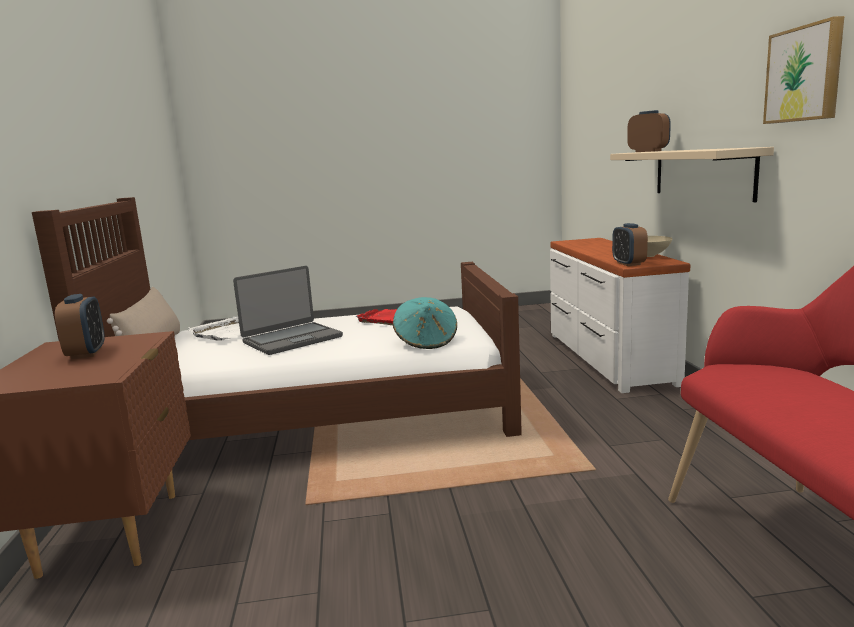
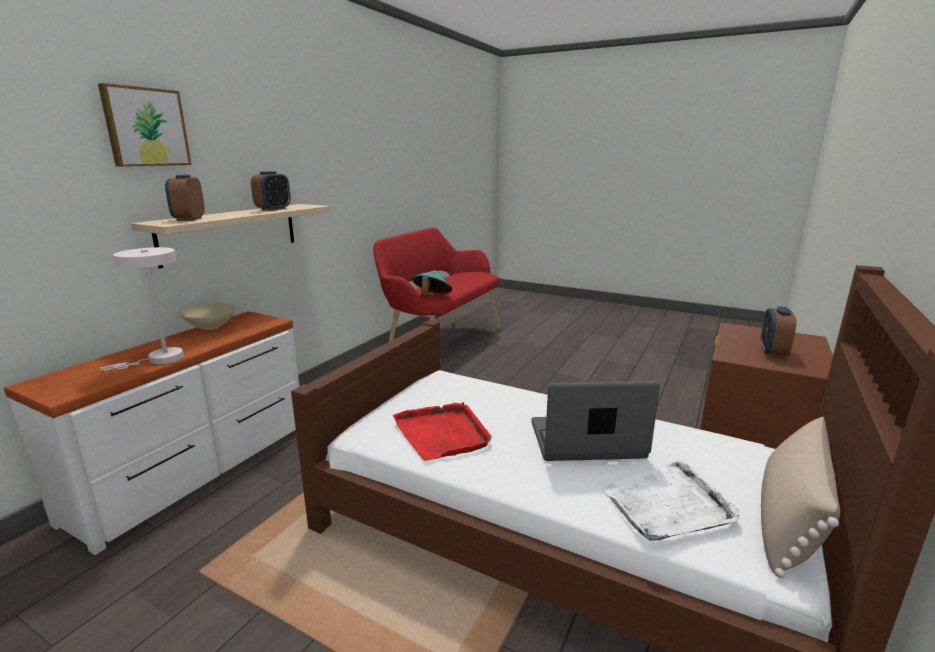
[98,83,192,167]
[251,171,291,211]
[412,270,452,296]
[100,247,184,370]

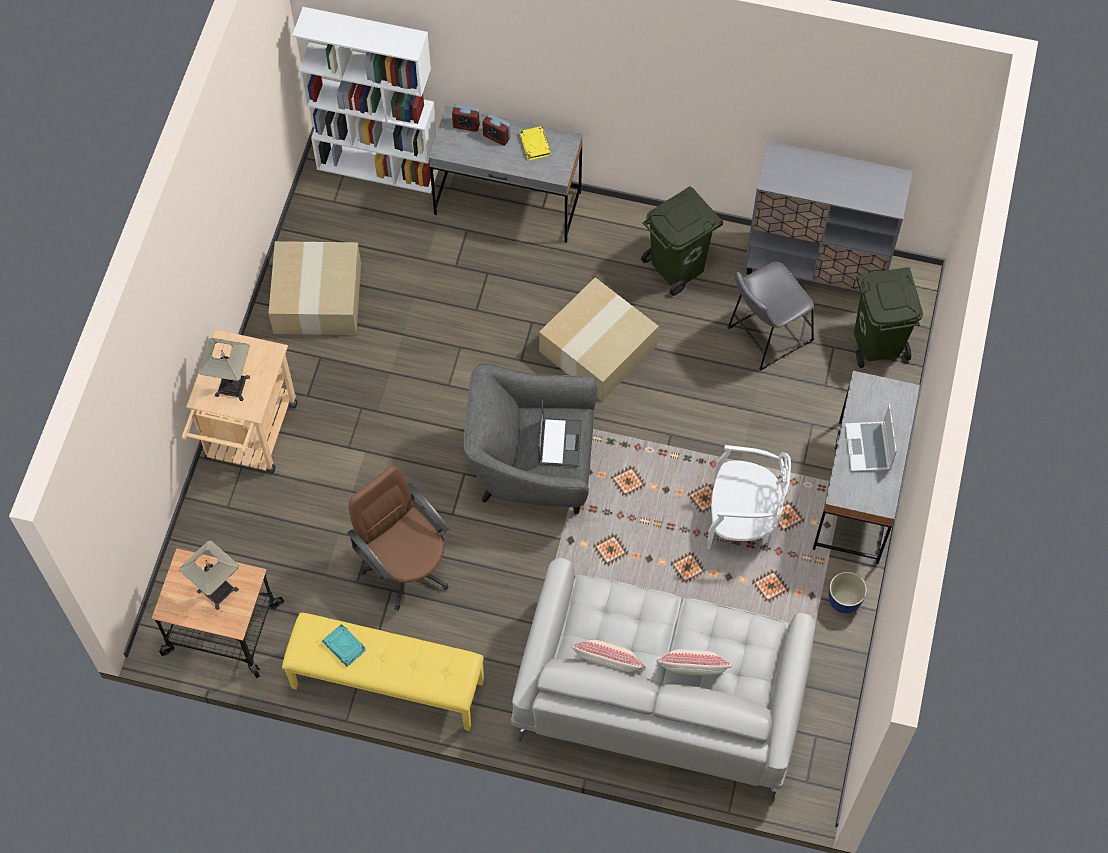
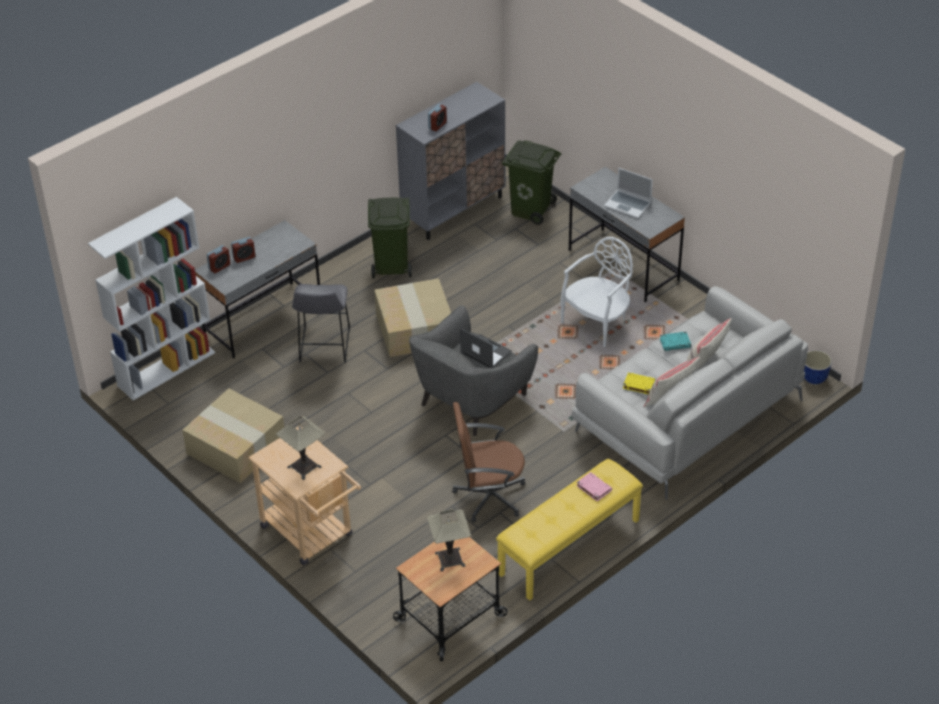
[623,372,655,394]
[292,284,350,363]
[804,350,832,384]
[660,332,691,351]
[428,104,447,132]
[576,472,612,502]

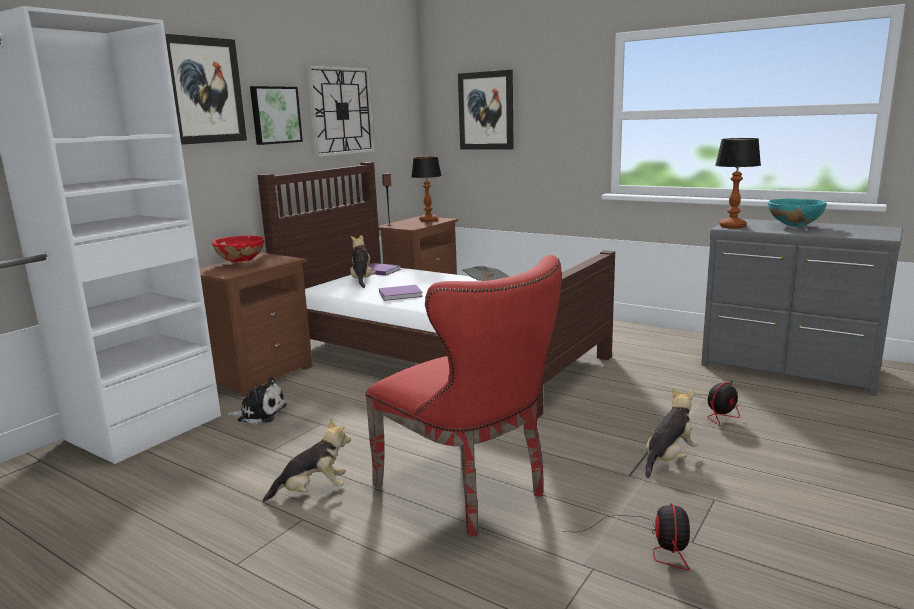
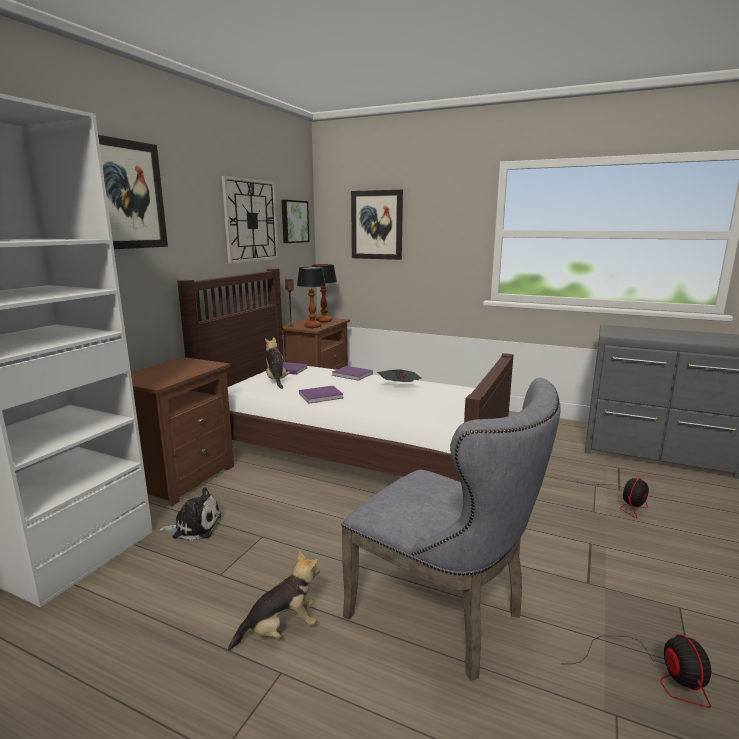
[282,200,309,243]
[297,267,326,328]
[768,198,827,227] (first image)
[212,235,264,263] (first image)
[341,378,561,681]
[646,388,697,478] (first image)
[332,366,373,381]

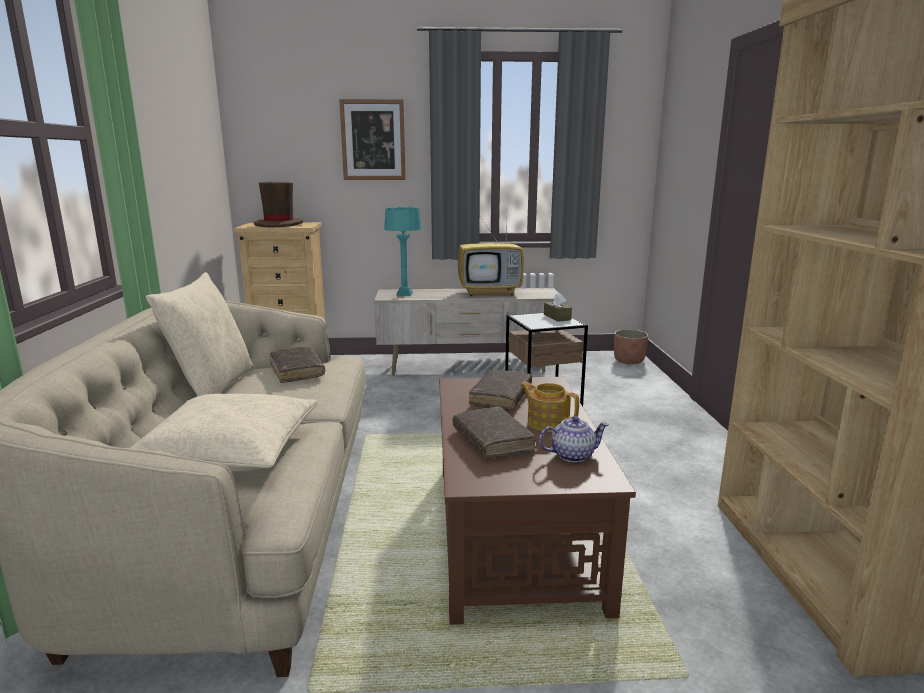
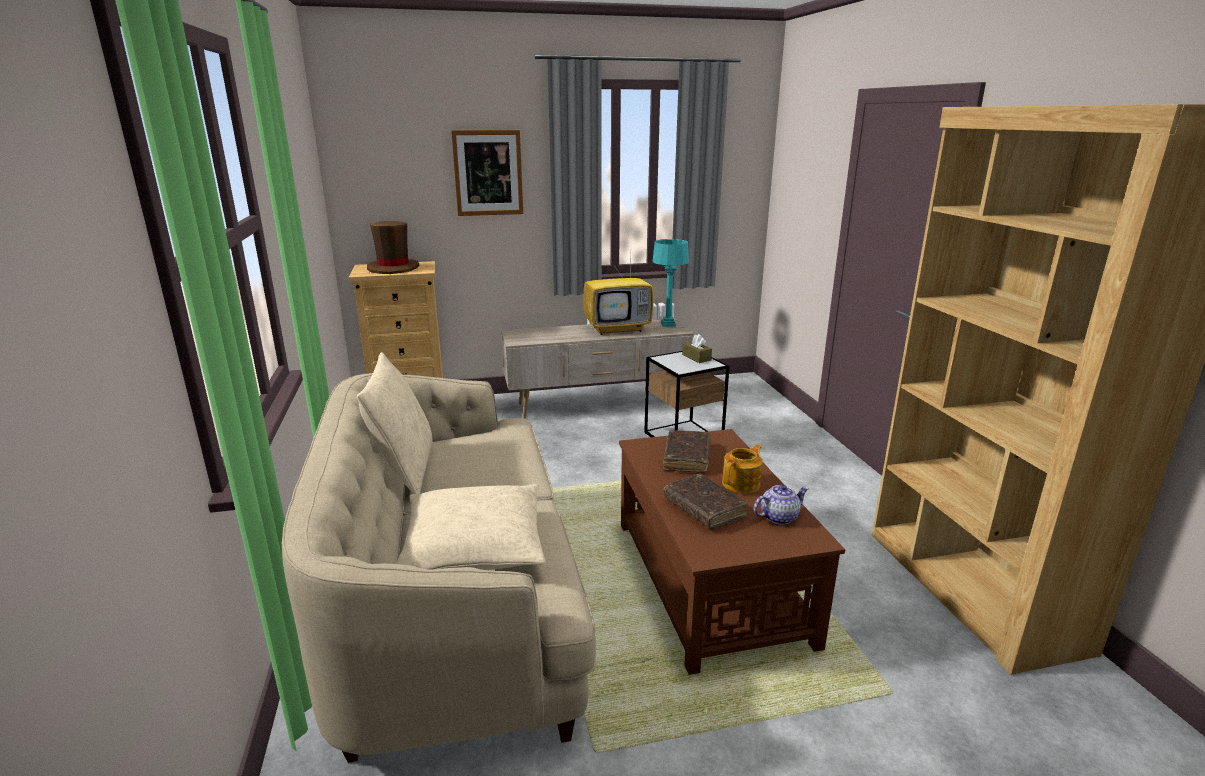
[653,239,689,327]
[614,330,648,364] (first image)
[270,347,325,383] (first image)
[722,445,763,493]

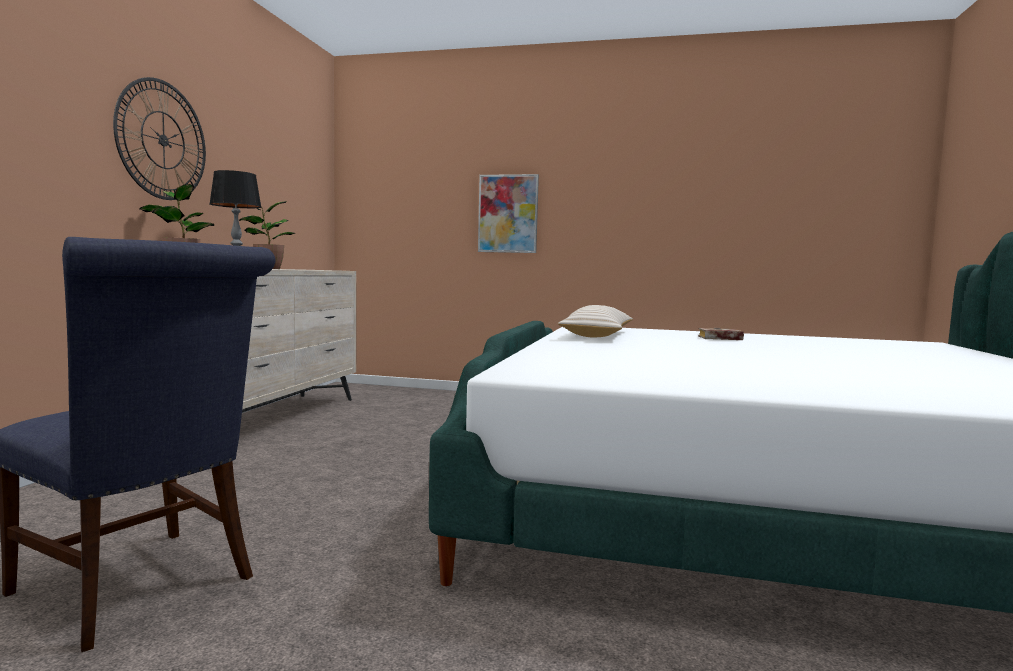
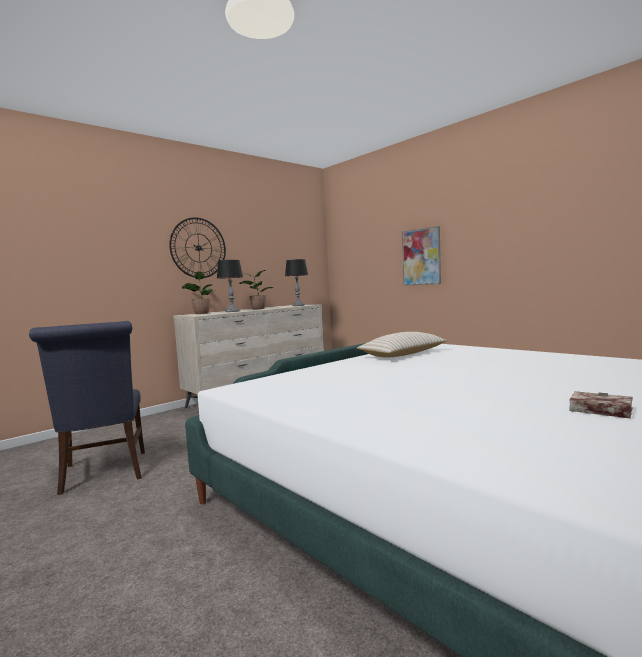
[569,391,633,419]
[285,259,308,306]

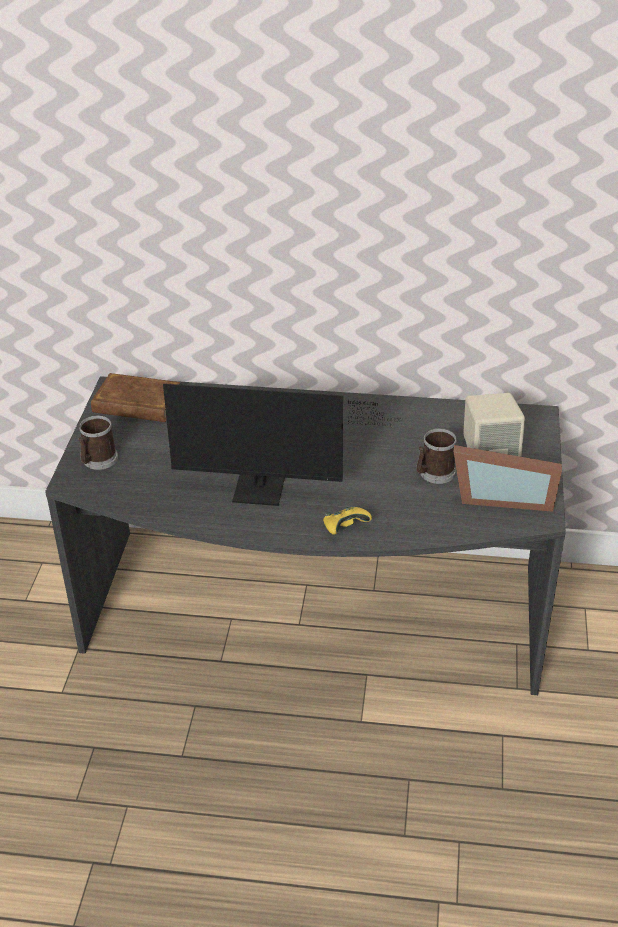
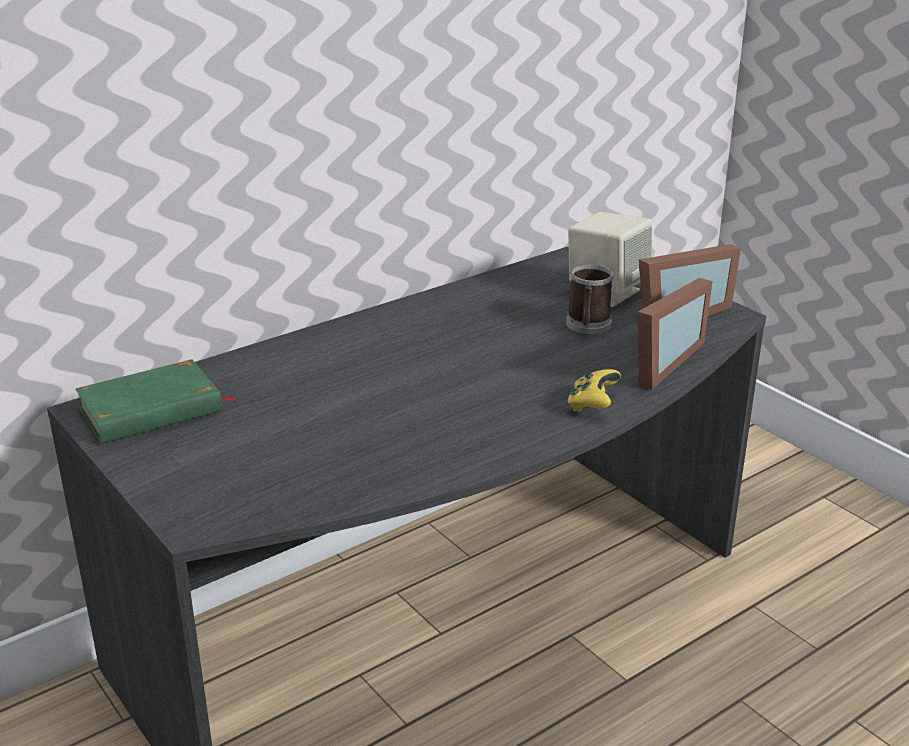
[76,359,236,444]
[163,384,403,506] (first image)
[79,416,118,470] (first image)
[637,278,712,390]

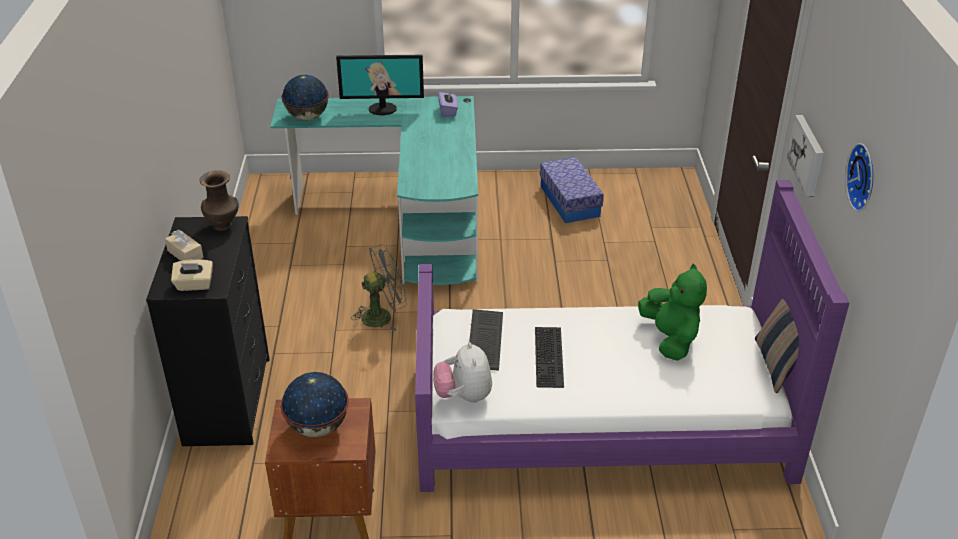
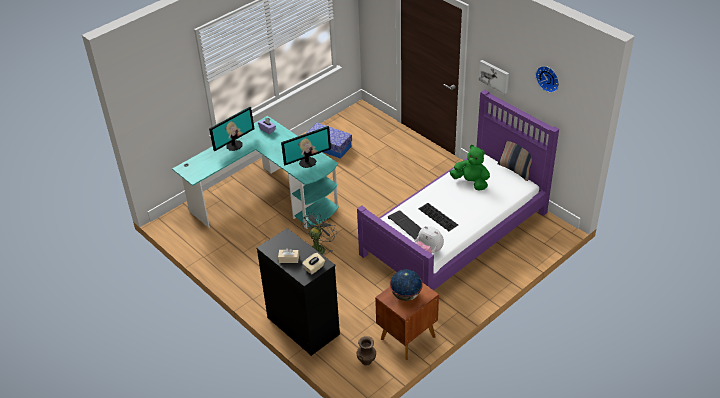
[281,75,329,120] (first image)
[357,336,376,366]
[281,126,331,168]

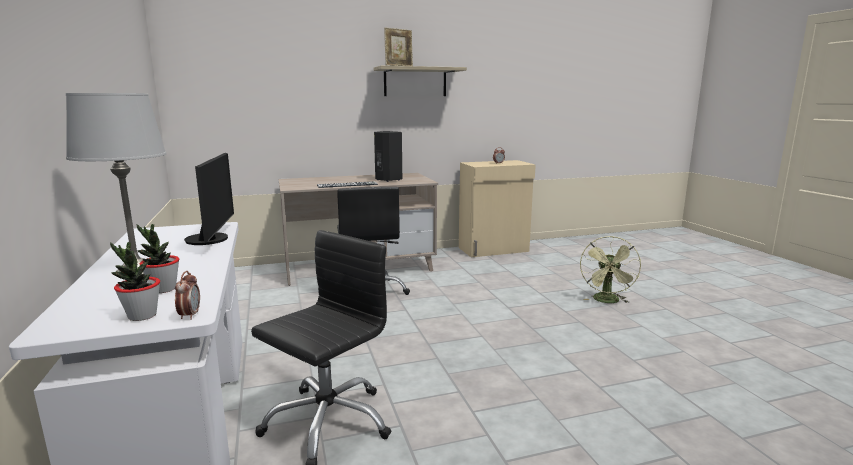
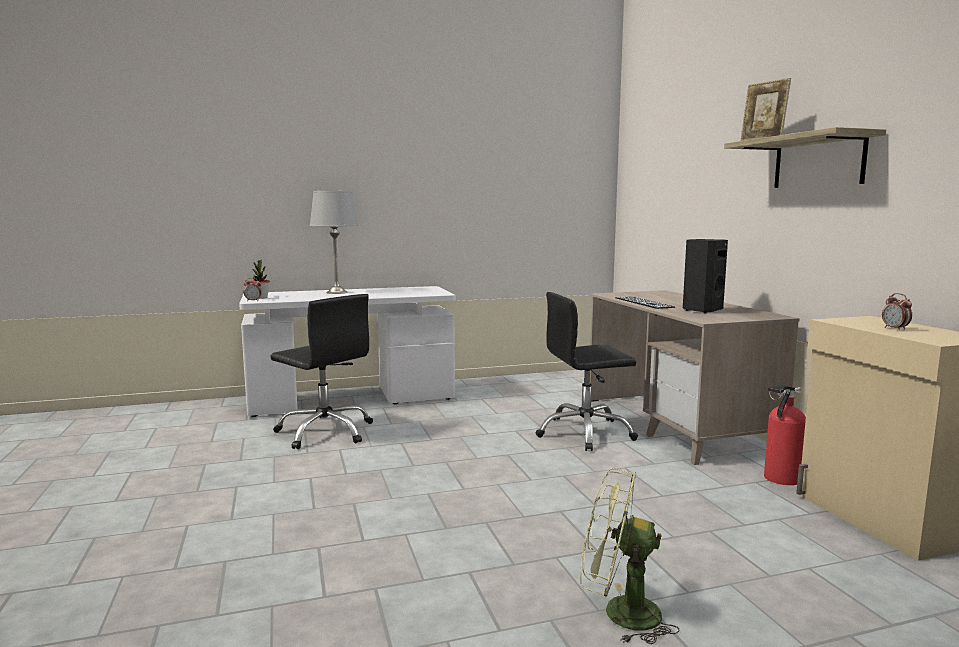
[184,153,234,245] (first image)
[137,224,179,293] (first image)
[764,385,806,485]

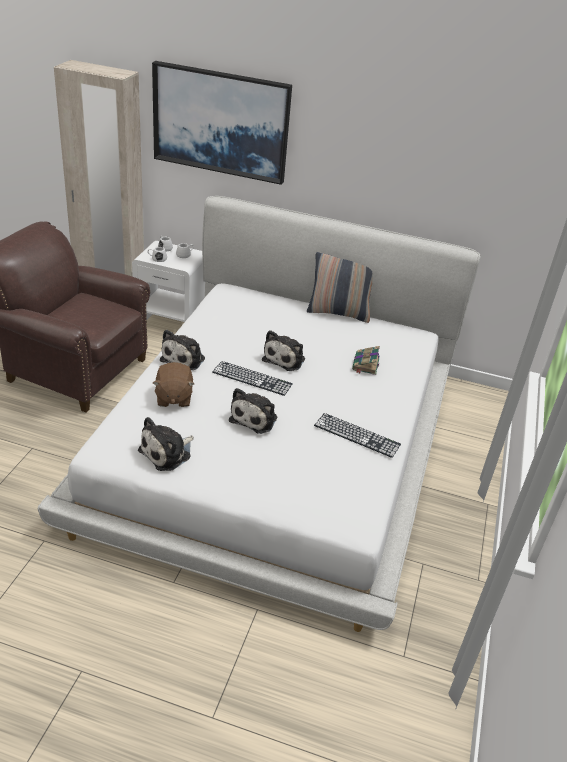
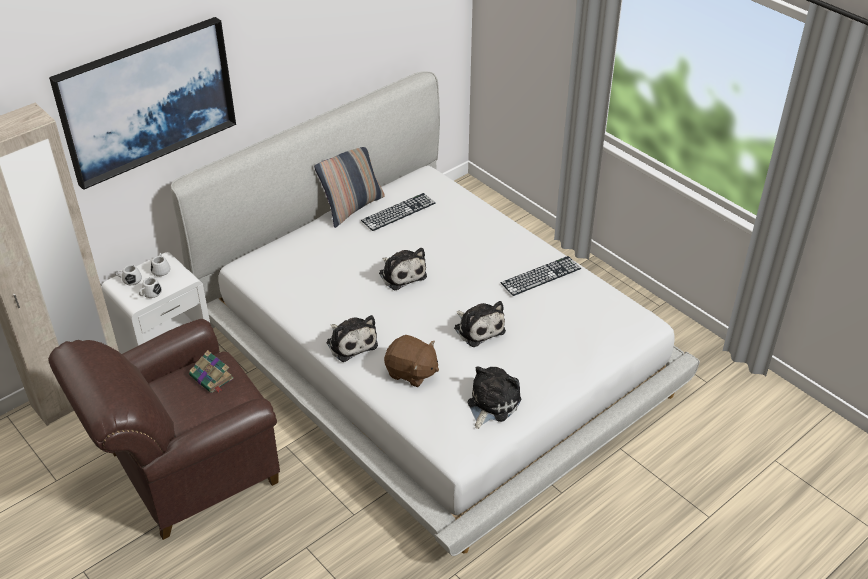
[189,350,234,393]
[361,193,436,231]
[467,366,521,429]

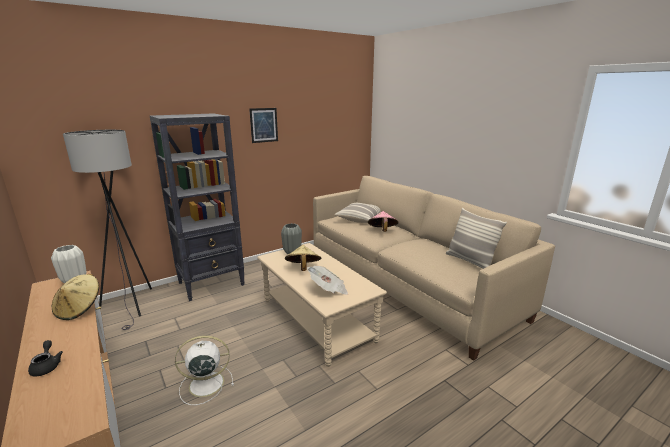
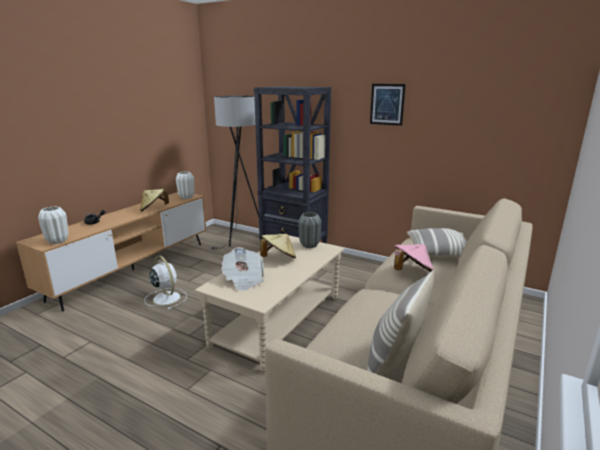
[38,206,69,244]

